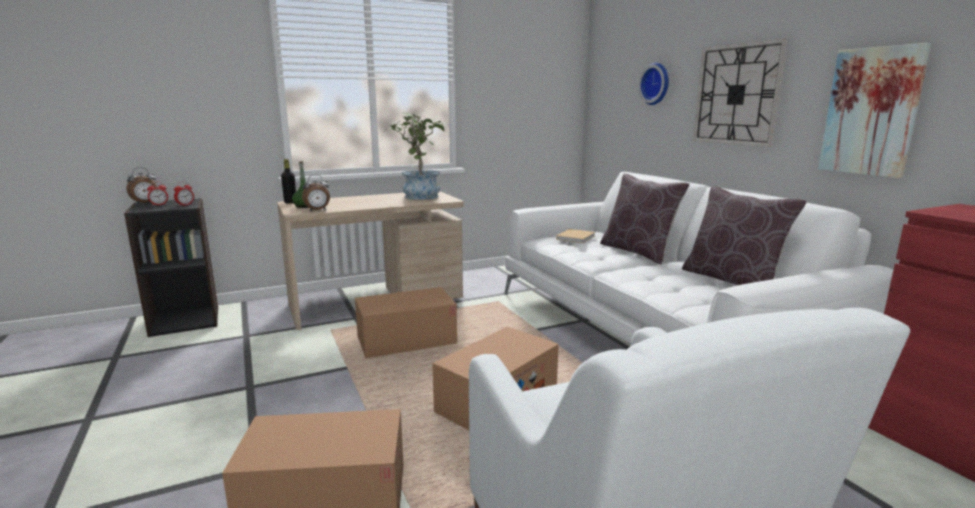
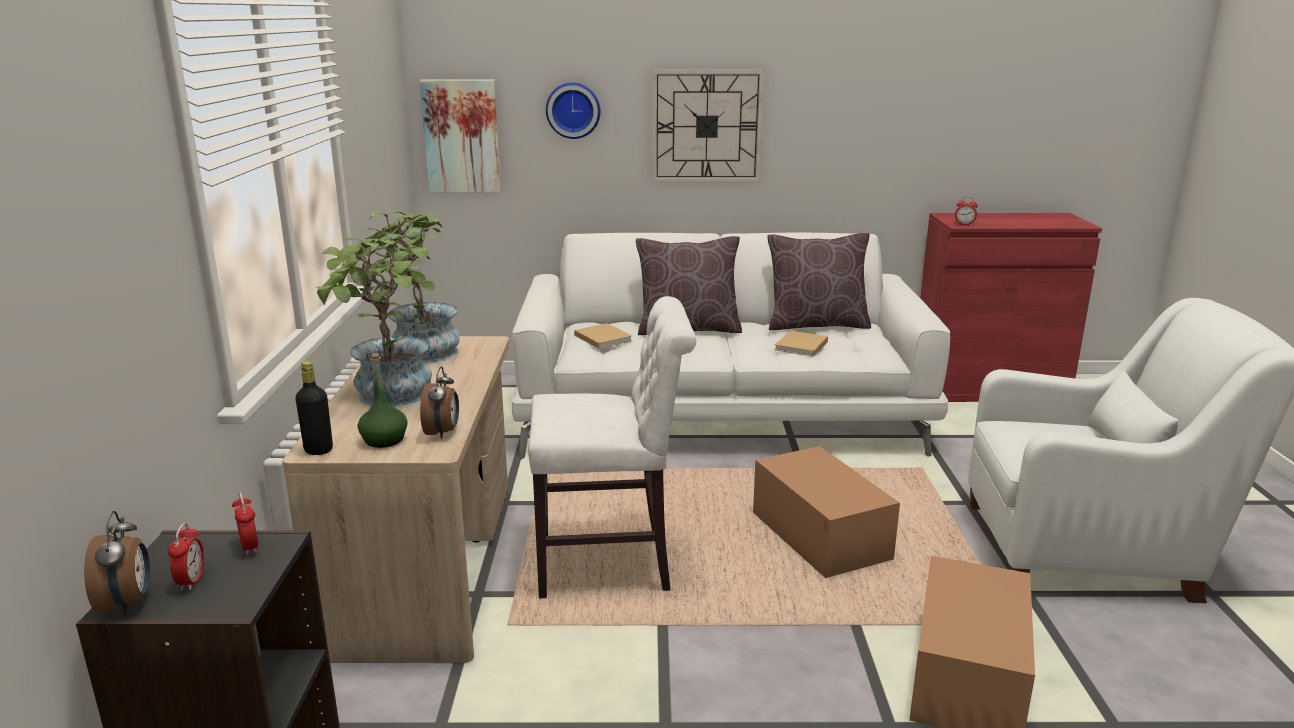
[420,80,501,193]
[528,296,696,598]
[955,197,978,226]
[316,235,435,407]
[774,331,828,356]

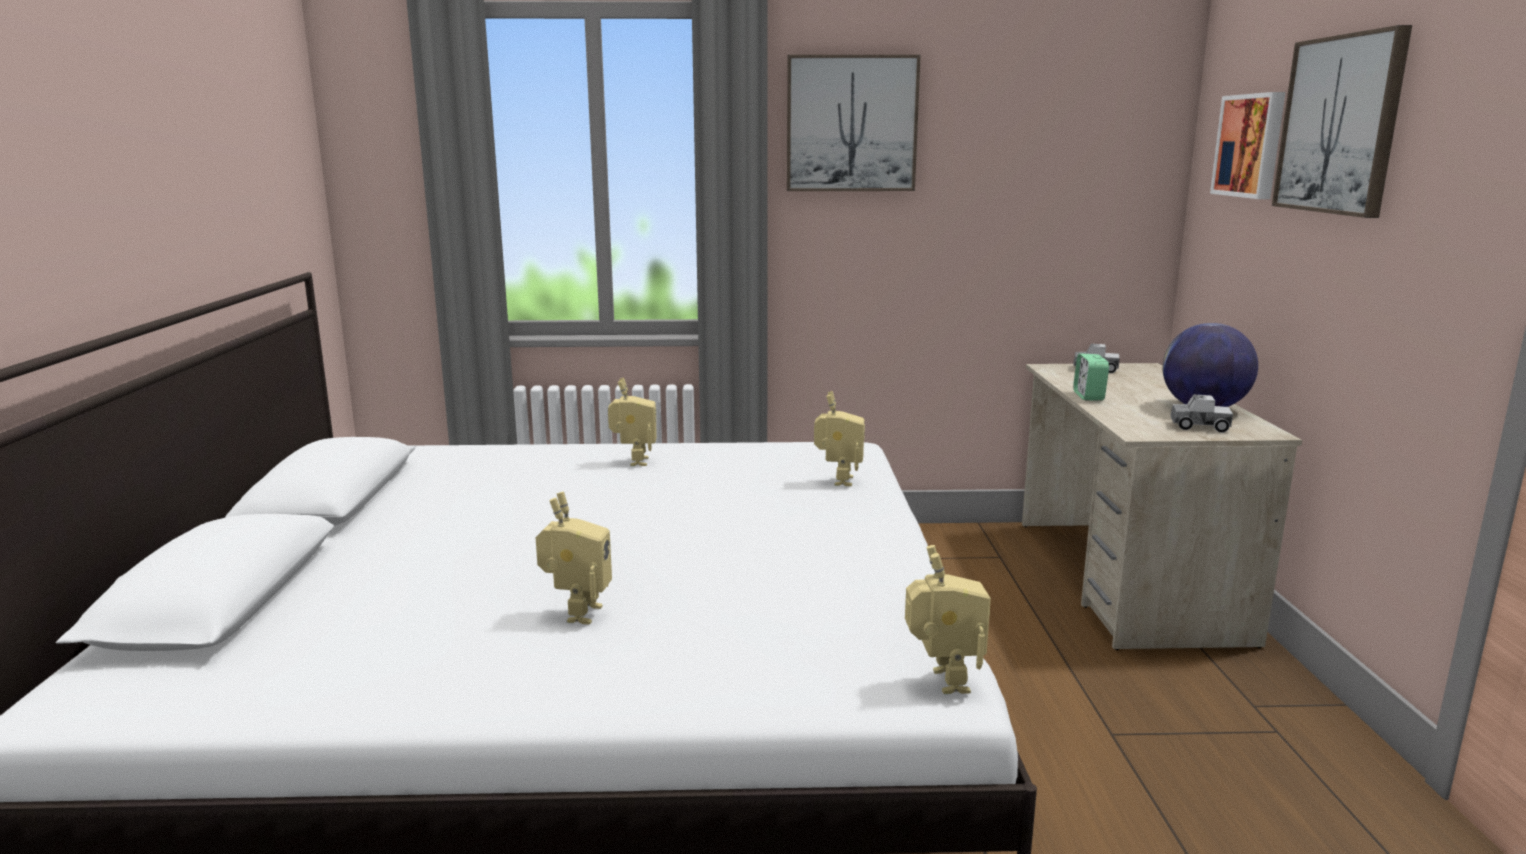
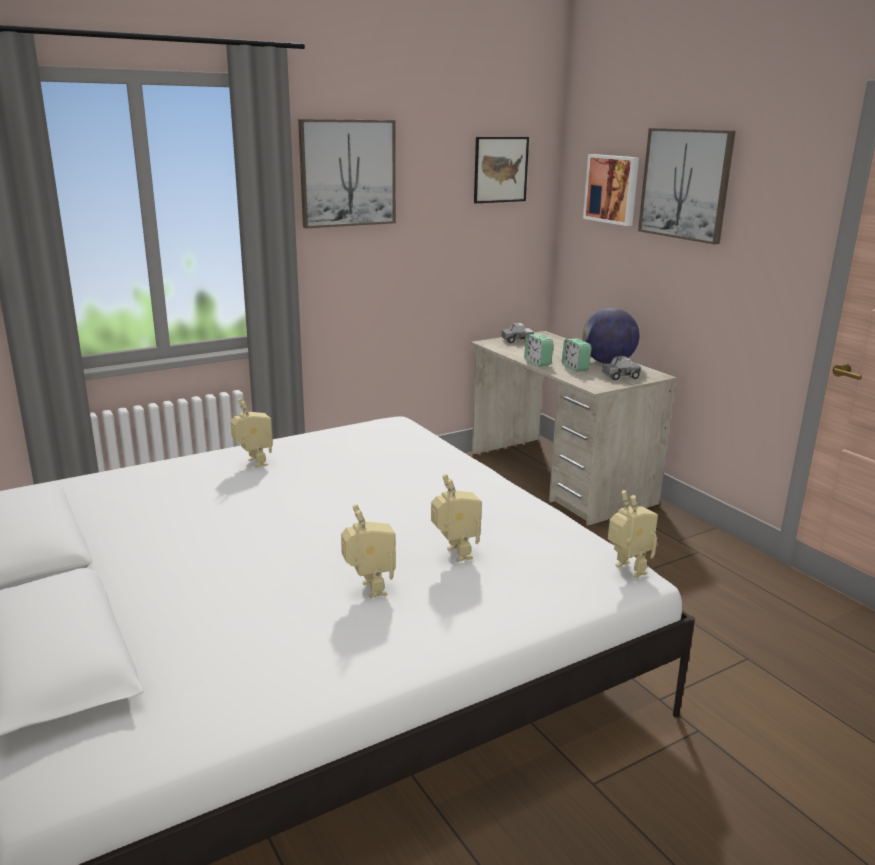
[431,474,482,562]
[474,137,529,203]
[562,338,591,372]

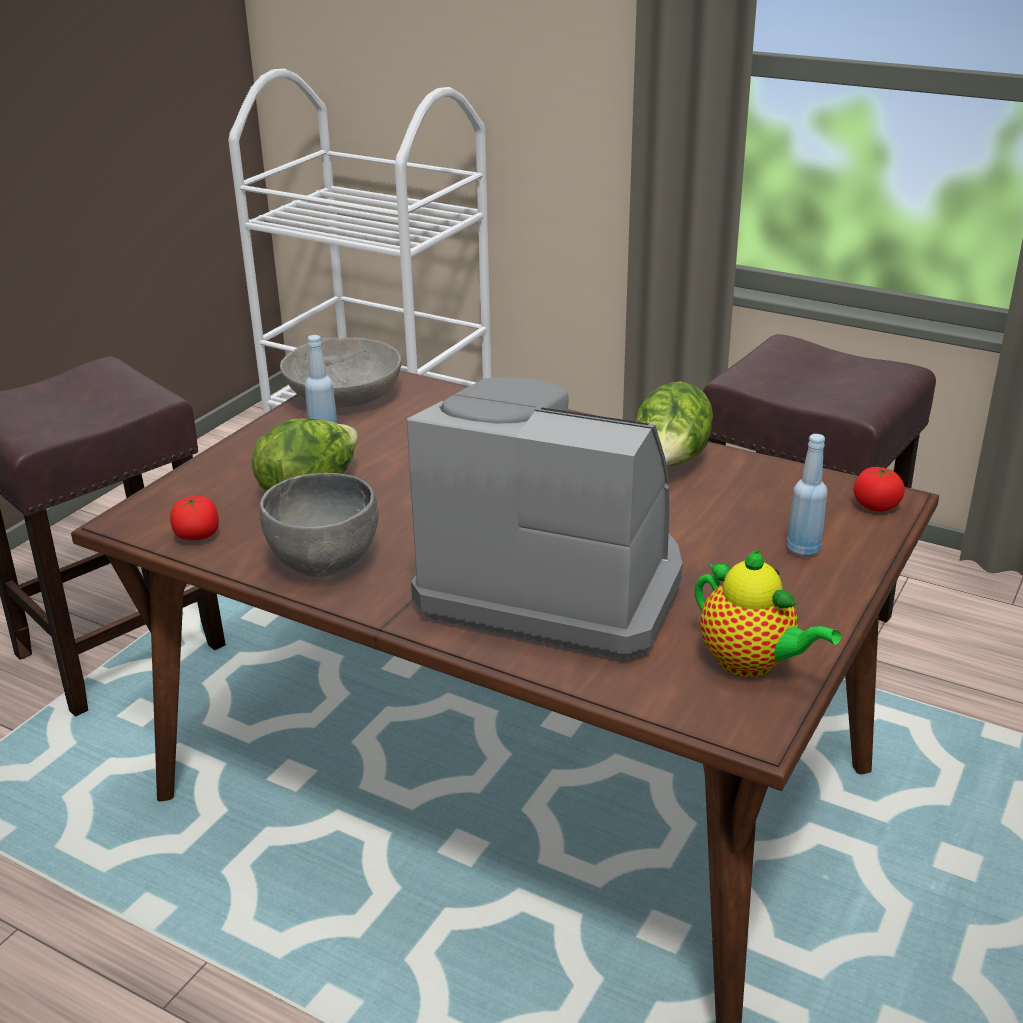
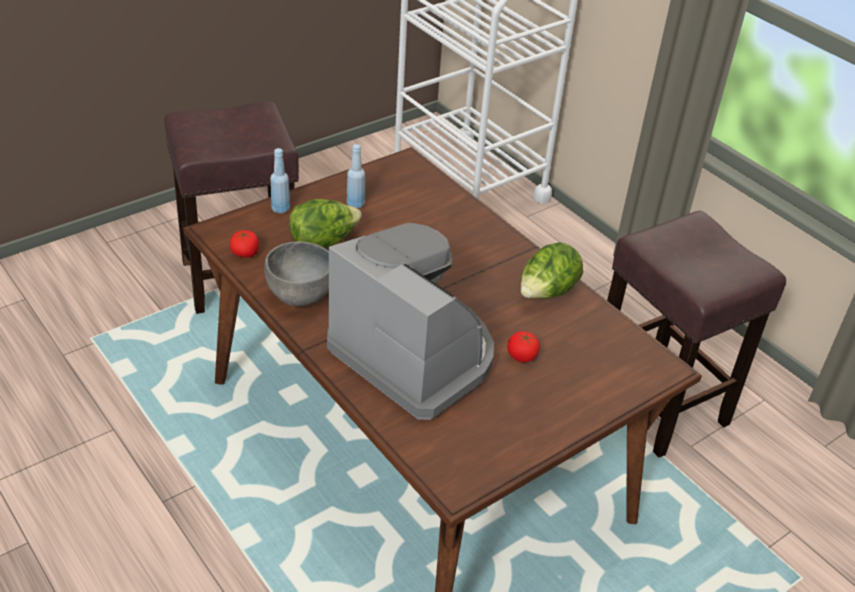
[280,337,401,408] (first image)
[270,148,290,214]
[507,331,540,363]
[695,550,841,677] (first image)

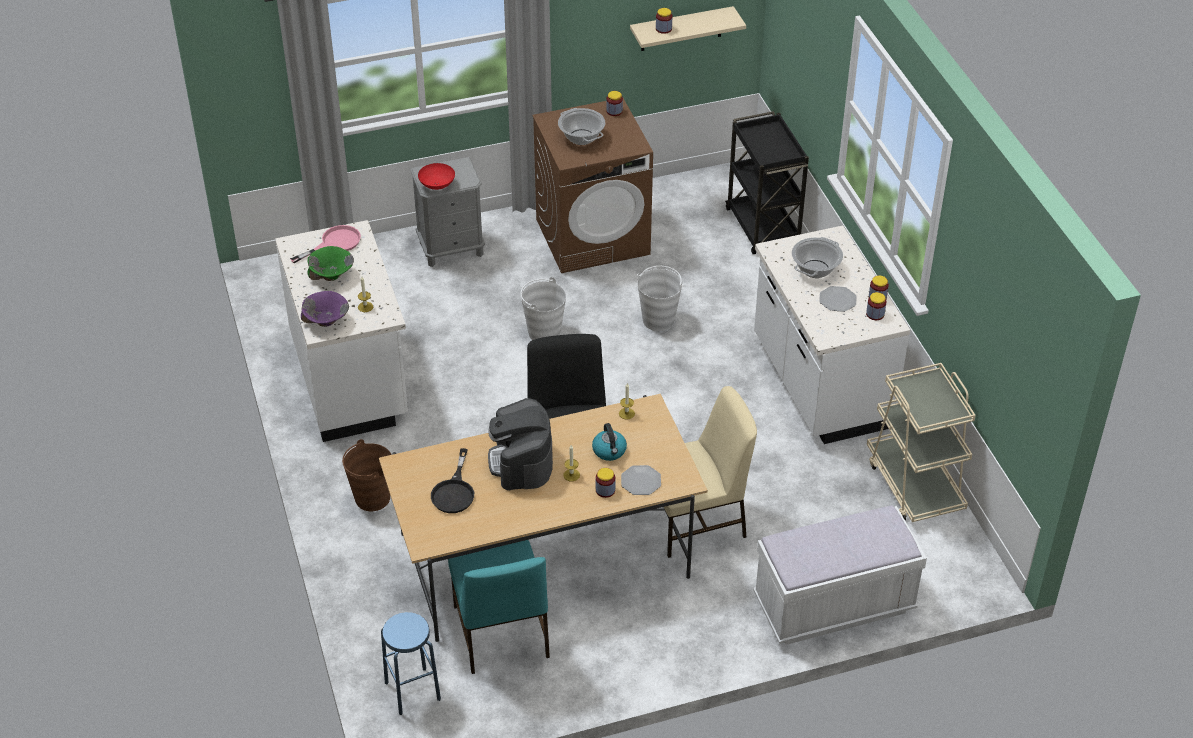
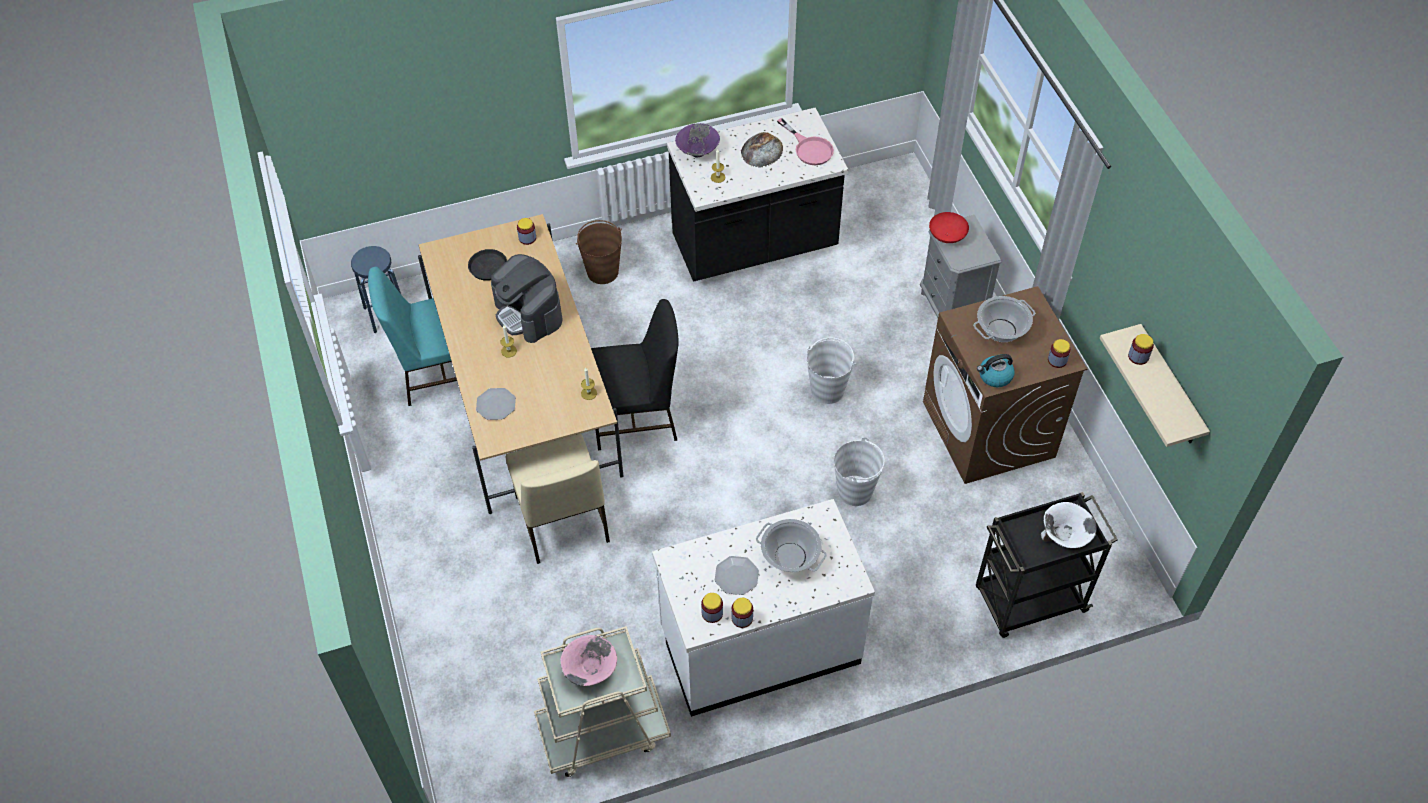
[667,108,848,282]
[741,132,783,168]
[491,254,563,343]
[977,354,1015,387]
[517,218,536,245]
[753,505,927,645] (first image)
[1041,502,1097,548]
[561,635,617,686]

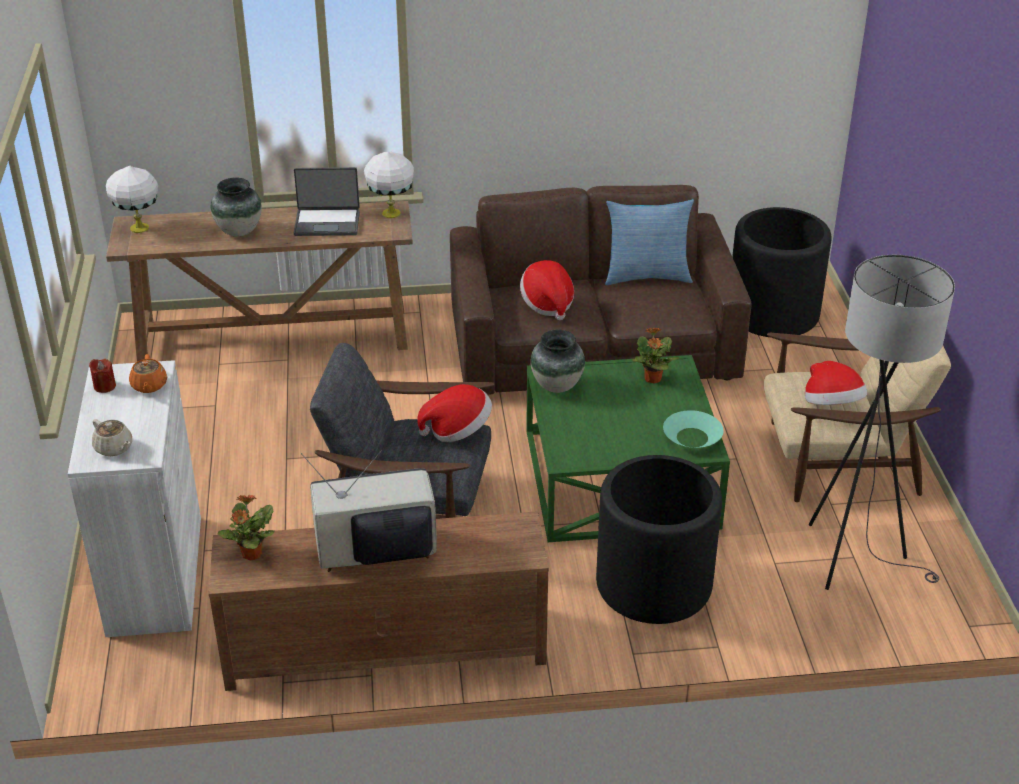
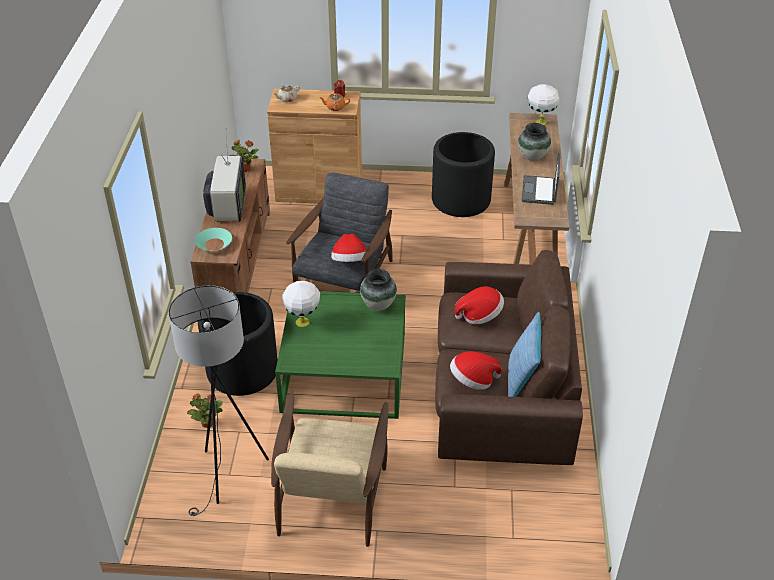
[282,281,320,327]
[432,132,495,217]
[187,393,223,428]
[267,89,362,203]
[450,351,502,390]
[195,228,232,251]

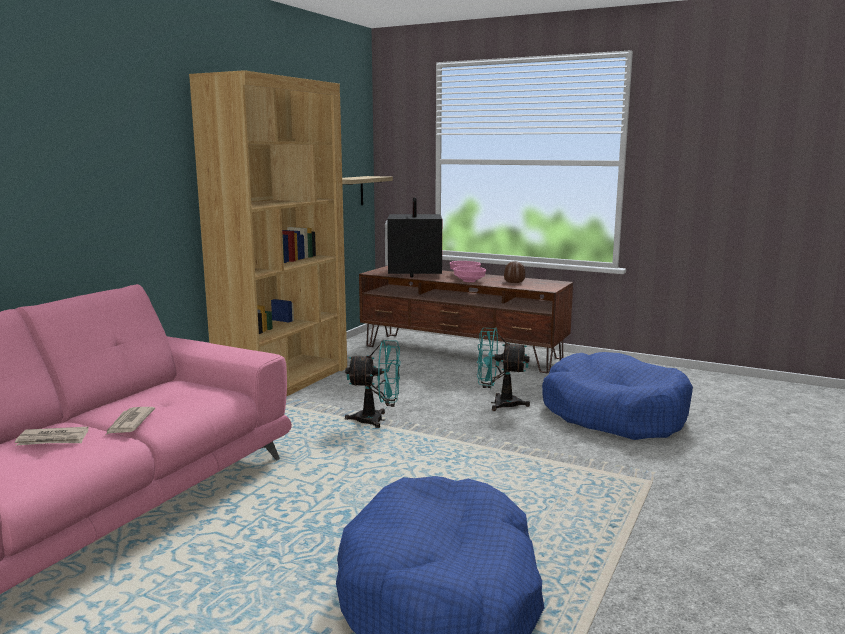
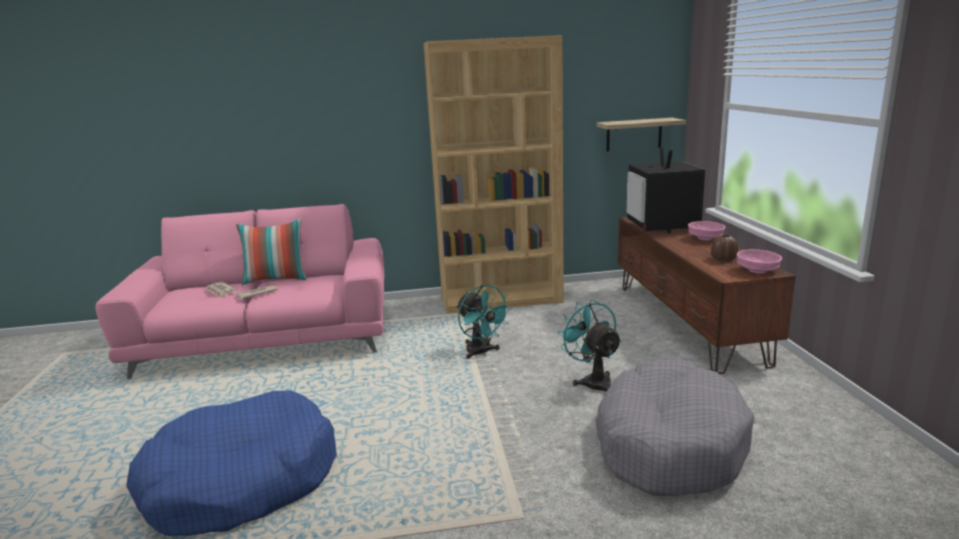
[626,146,705,233]
[736,249,782,273]
[596,360,755,497]
[236,218,307,285]

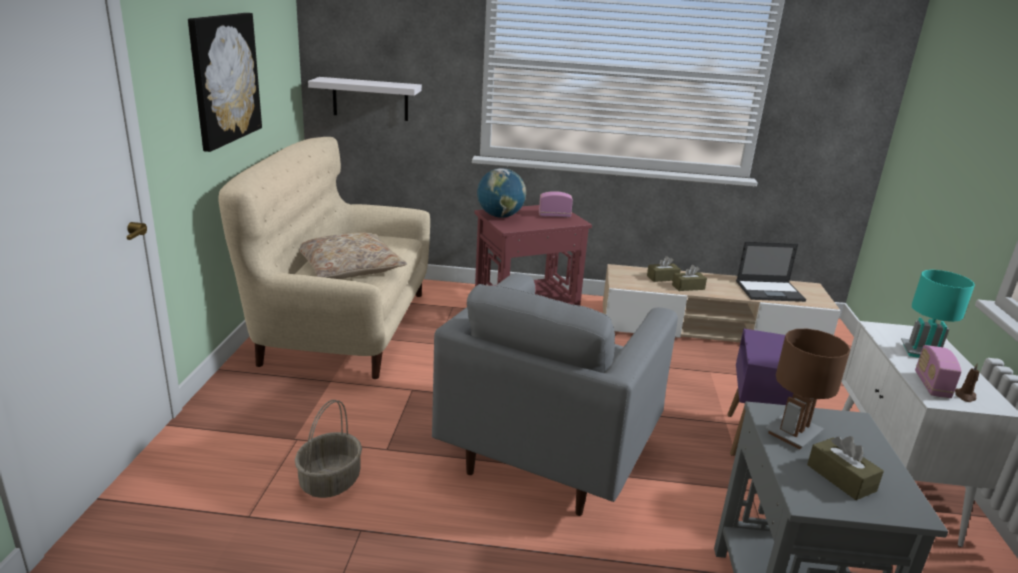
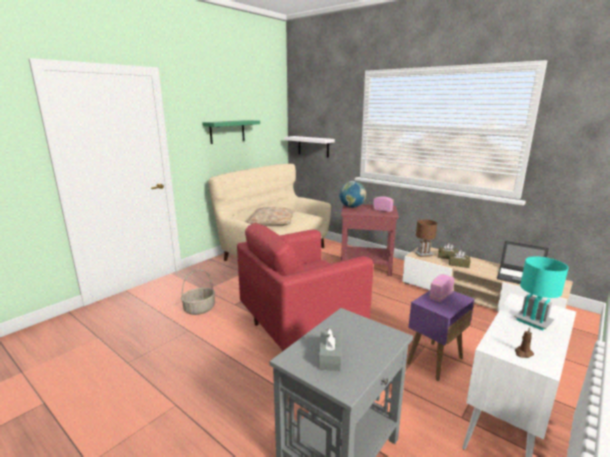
[202,120,260,144]
[237,223,373,352]
[414,219,437,257]
[429,274,454,302]
[319,327,341,371]

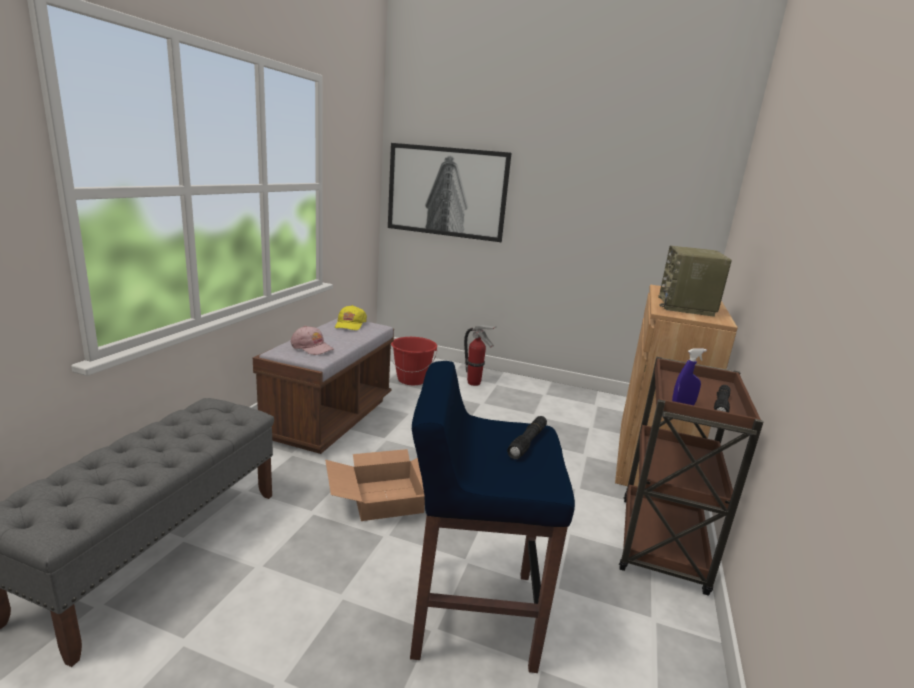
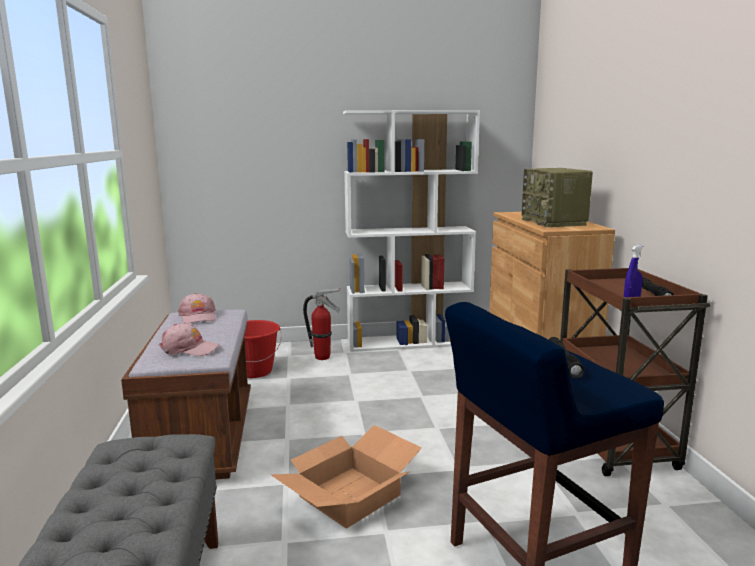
[388,143,512,242] (first image)
[178,293,216,324]
[343,110,480,352]

